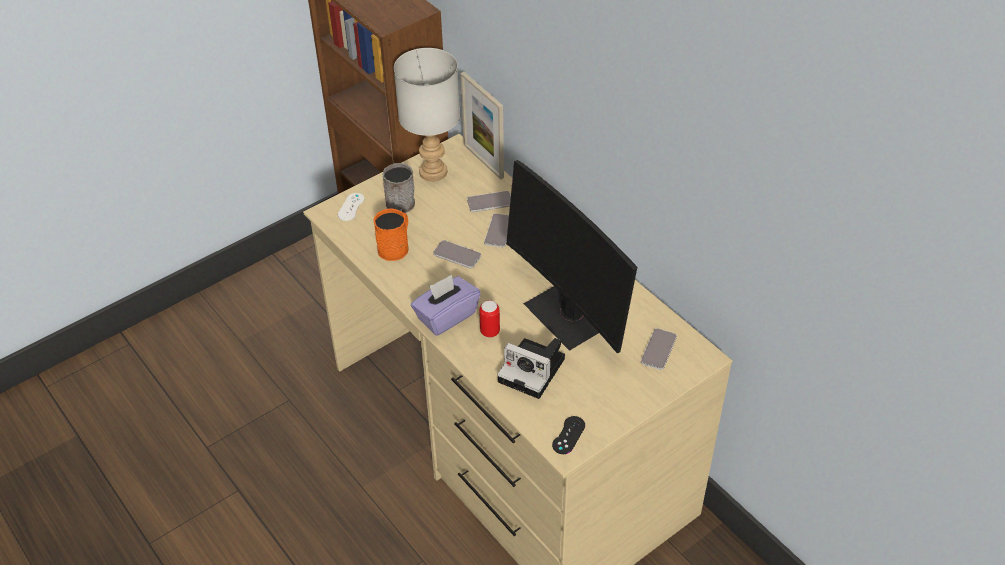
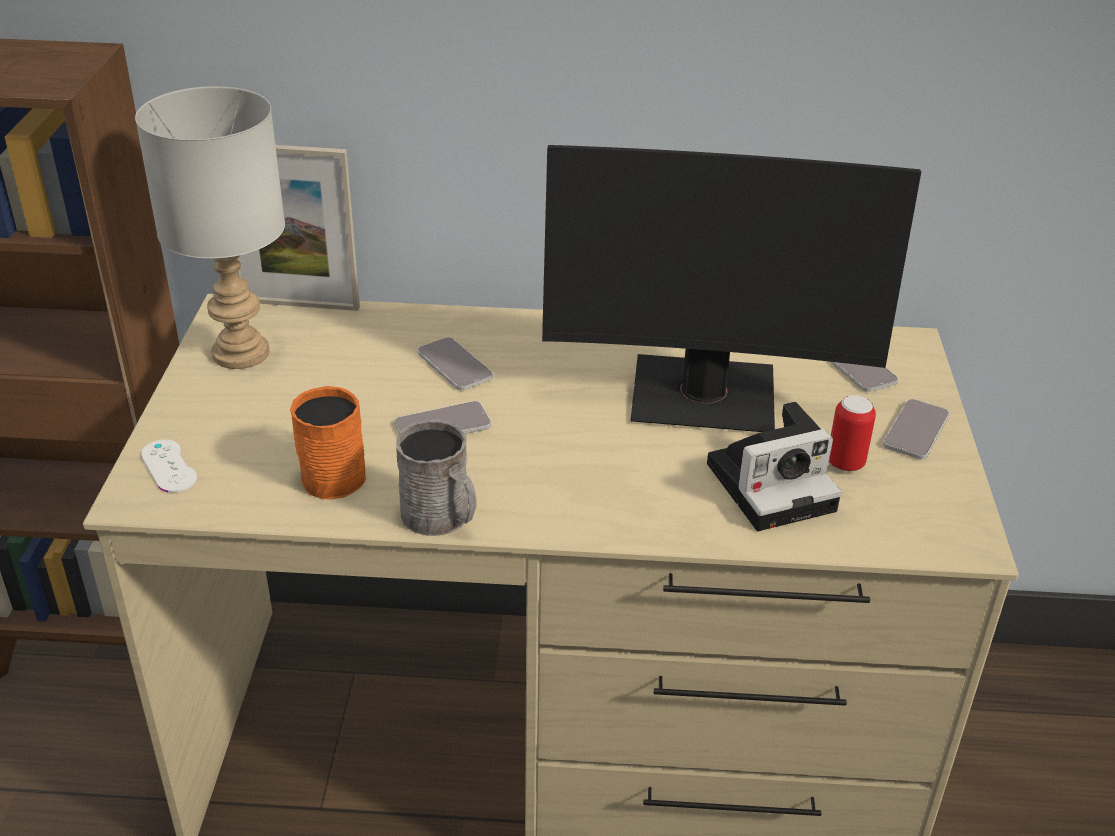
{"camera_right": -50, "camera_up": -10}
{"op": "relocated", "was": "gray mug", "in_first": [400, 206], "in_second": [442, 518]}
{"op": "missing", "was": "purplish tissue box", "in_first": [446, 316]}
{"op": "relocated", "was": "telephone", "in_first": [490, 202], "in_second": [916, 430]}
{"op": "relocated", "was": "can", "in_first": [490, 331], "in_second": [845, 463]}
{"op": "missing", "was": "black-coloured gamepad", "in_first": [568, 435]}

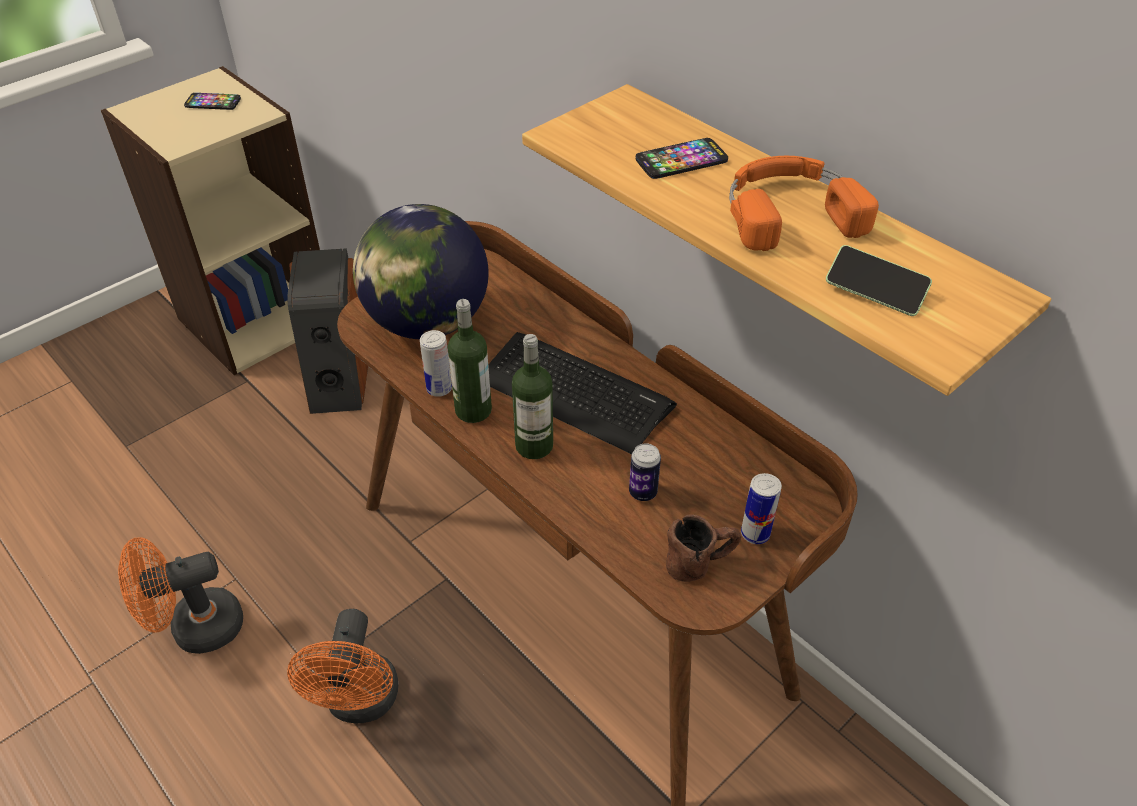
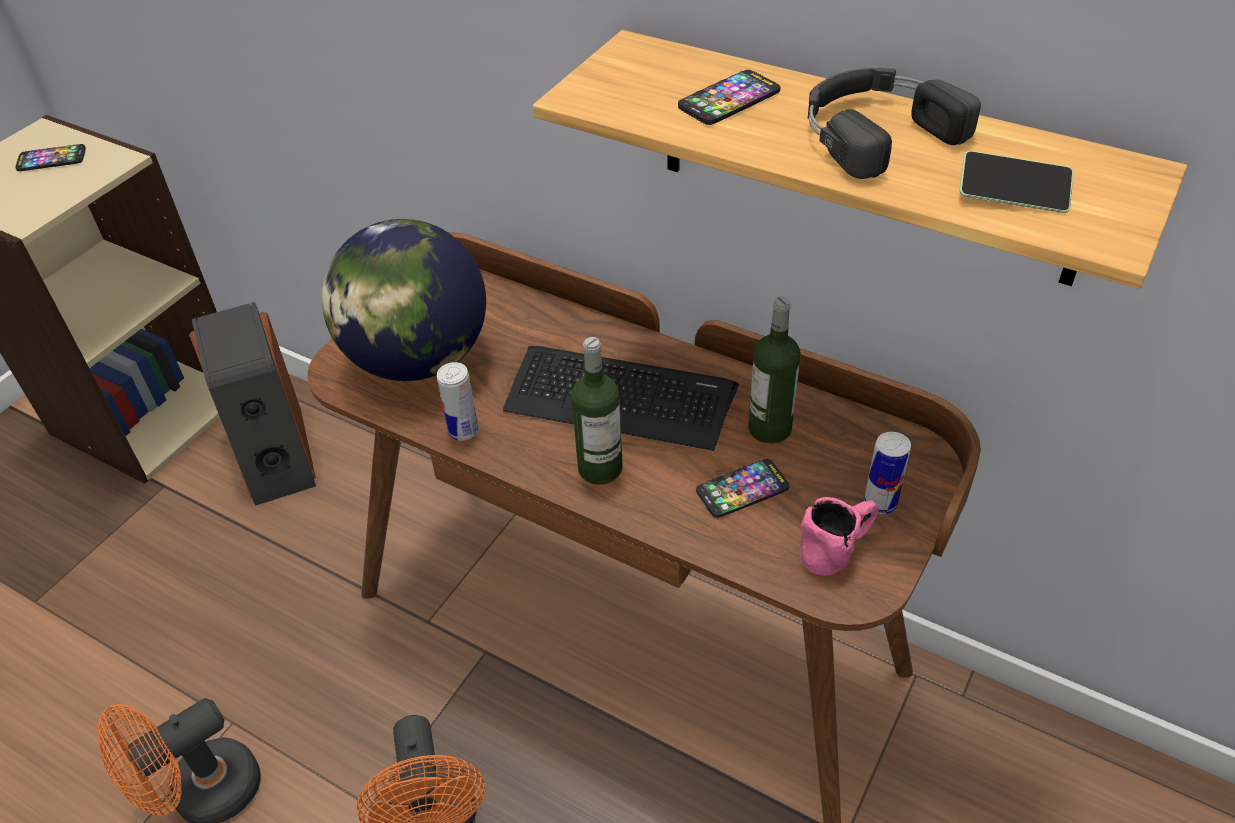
{"camera_right": -15, "camera_up": 0}
{"op": "relocated", "was": "drink bottle", "in_first": [473, 410], "in_second": [769, 428]}
{"op": "exchanged", "was": "can", "now": "telephone", "in_first": [643, 492], "in_second": [742, 489]}
{"op": "colour", "was": "brown-coloured mug", "now": "pinkish mug", "in_first": [701, 562], "in_second": [837, 549]}
{"op": "colour", "was": "orangey pair of headphones", "now": "black-coloured pair of headphones", "in_first": [788, 211], "in_second": [874, 130]}

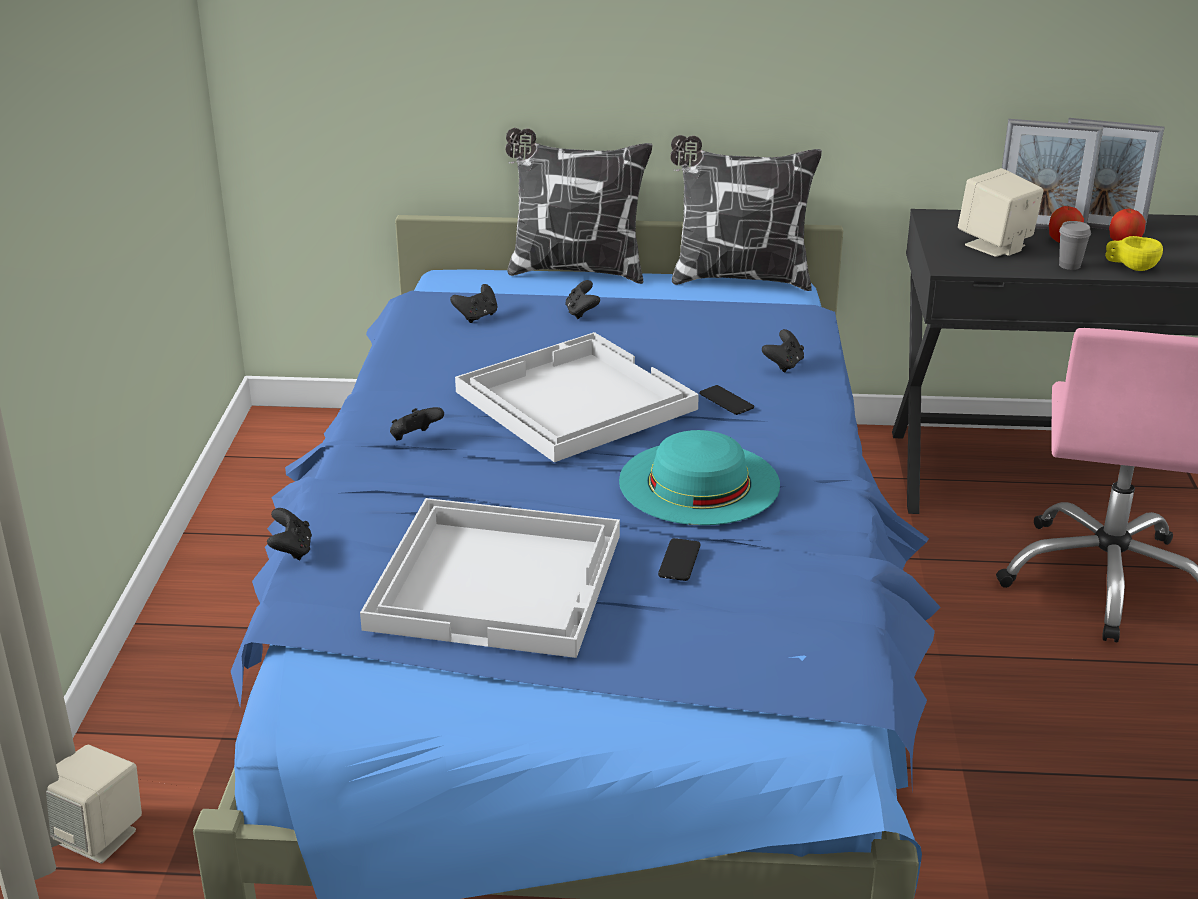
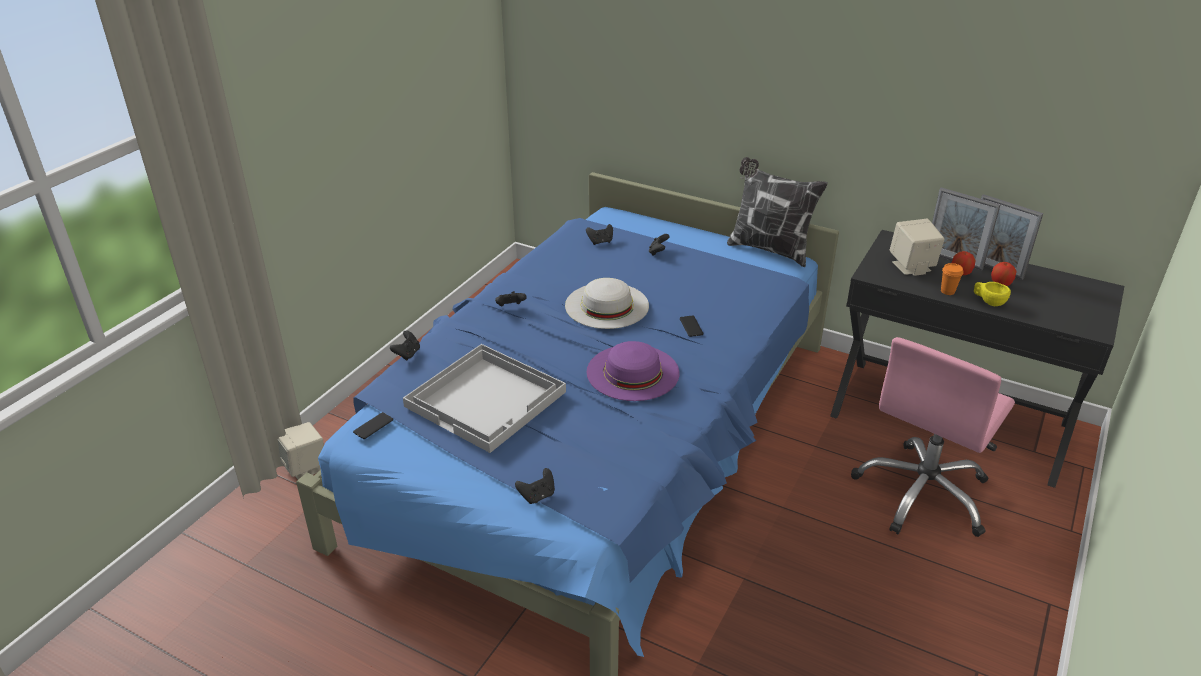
{"camera_right": 25, "camera_up": 5}
{"op": "exchanged", "was": "white-coloured tray", "now": "white-coloured wearable hat", "in_first": [573, 400], "in_second": [607, 305]}
{"op": "missing", "was": "pillow", "in_first": [575, 270]}
{"op": "colour", "was": "blue-green wearable hat", "now": "purplish wearable hat", "in_first": [699, 482], "in_second": [633, 372]}
{"op": "relocated", "was": "telephone", "in_first": [679, 560], "in_second": [373, 426]}
{"op": "relocated", "was": "black-coloured gamepad", "in_first": [784, 365], "in_second": [537, 496]}
{"op": "colour", "was": "gray drinking cup", "now": "orangey drinking cup", "in_first": [1069, 265], "in_second": [947, 291]}

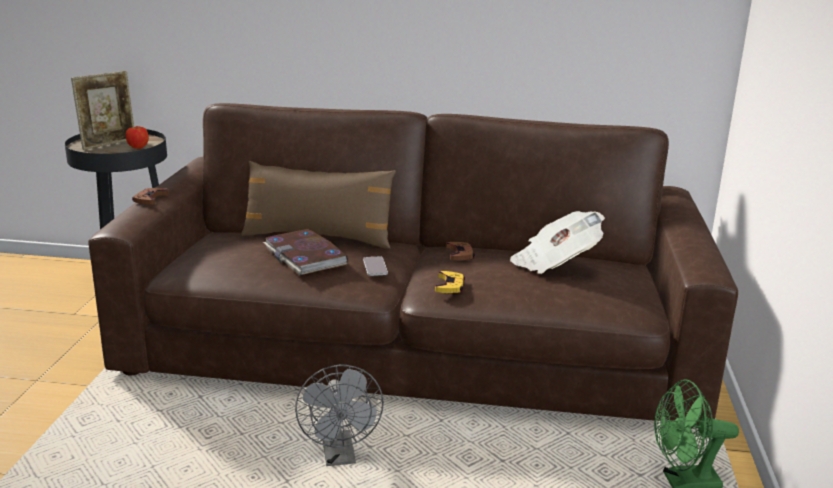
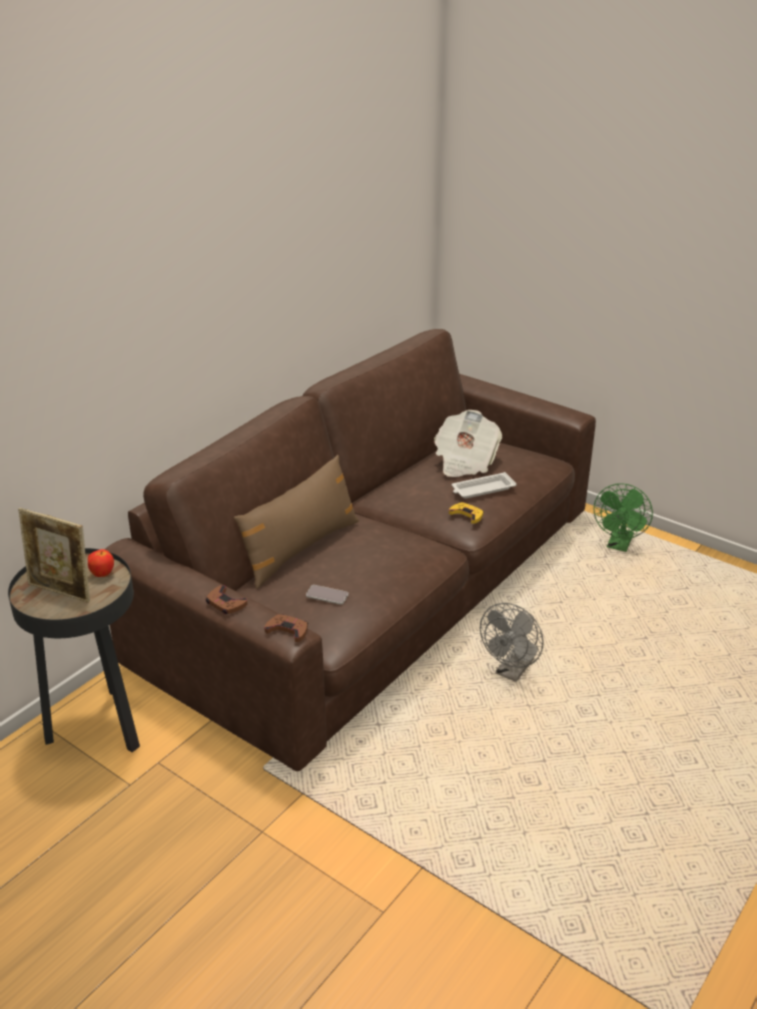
{"camera_right": -60, "camera_up": 10}
{"op": "spun", "was": "photo frame", "in_first": [109, 144], "in_second": [61, 591], "clockwise": 135}
{"op": "missing", "was": "bound book", "in_first": [306, 256]}
{"op": "spun", "was": "gray fan", "in_first": [340, 457], "in_second": [511, 672], "clockwise": 105}
{"op": "relocated", "was": "telephone", "in_first": [375, 267], "in_second": [327, 595]}
{"op": "relocated", "was": "brown-coloured gamepad", "in_first": [460, 254], "in_second": [288, 630]}
{"op": "appeared", "now": "white-coloured tray", "in_second": [482, 489]}

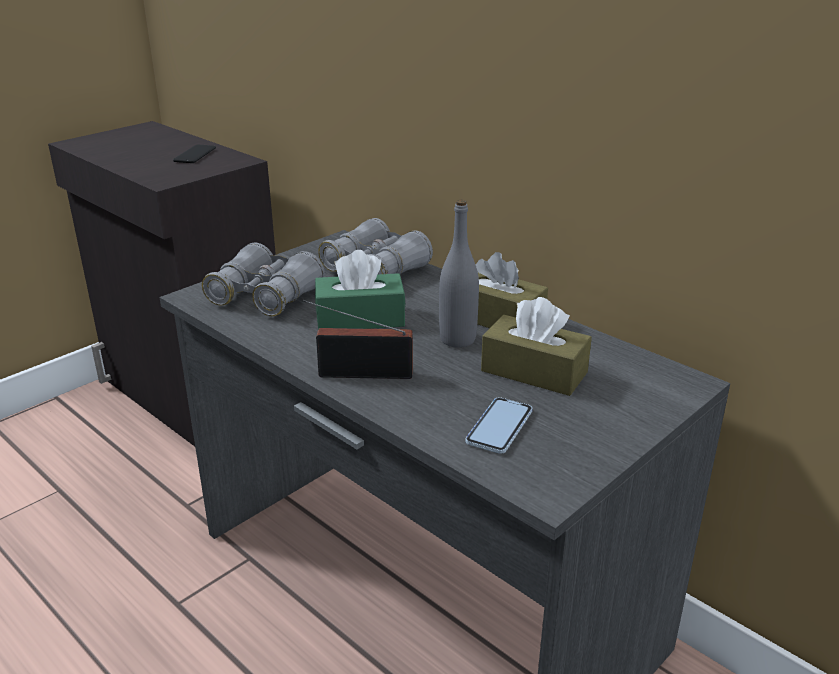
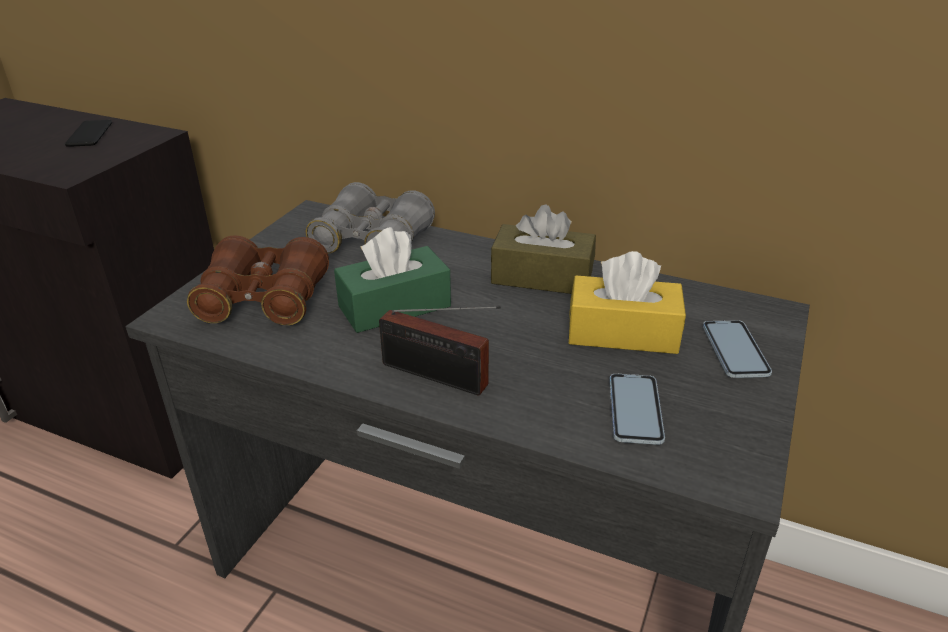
{"camera_right": -20, "camera_up": 5}
{"op": "colour", "was": "gray field glasses", "now": "brown-coloured field glasses", "in_first": [265, 296], "in_second": [264, 300]}
{"op": "spun", "was": "radio", "in_first": [360, 373], "in_second": [439, 377], "clockwise": -135}
{"op": "missing", "was": "gray drink bottle", "in_first": [457, 339]}
{"op": "colour", "was": "brown-coloured tissue box", "now": "yellowish tissue box", "in_first": [534, 371], "in_second": [622, 333]}
{"op": "appeared", "now": "telephone", "in_second": [735, 350]}

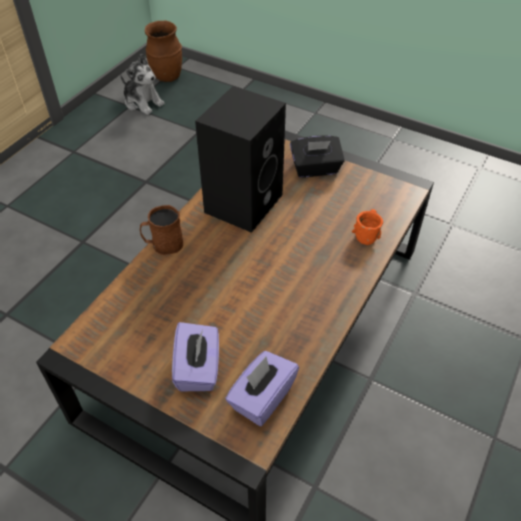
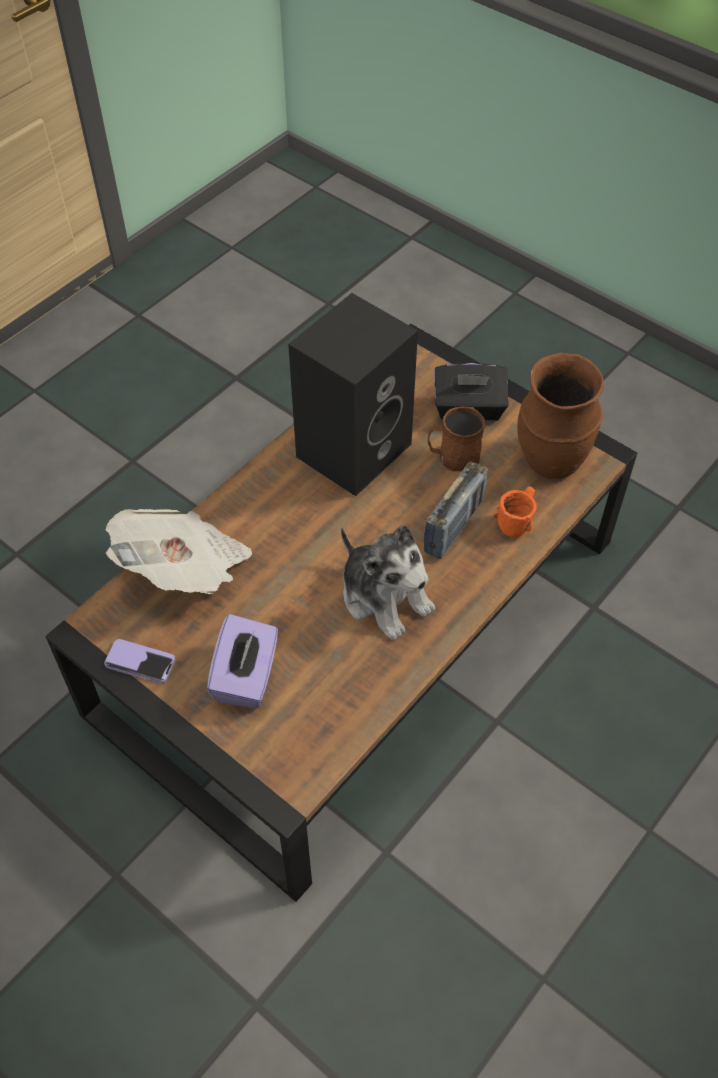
{"camera_right": 10, "camera_up": 5}
{"op": "relocated", "was": "plush toy", "in_first": [143, 102], "in_second": [385, 597]}
{"op": "relocated", "was": "brown-coloured mug", "in_first": [163, 244], "in_second": [453, 457]}
{"op": "relocated", "was": "brown-coloured decorative vase", "in_first": [167, 77], "in_second": [551, 461]}
{"op": "missing", "was": "purplish tissue box", "in_first": [262, 397]}
{"op": "appeared", "now": "daily paper", "in_second": [185, 569]}
{"op": "appeared", "now": "telephone", "in_second": [140, 662]}
{"op": "appeared", "now": "radio", "in_second": [453, 526]}

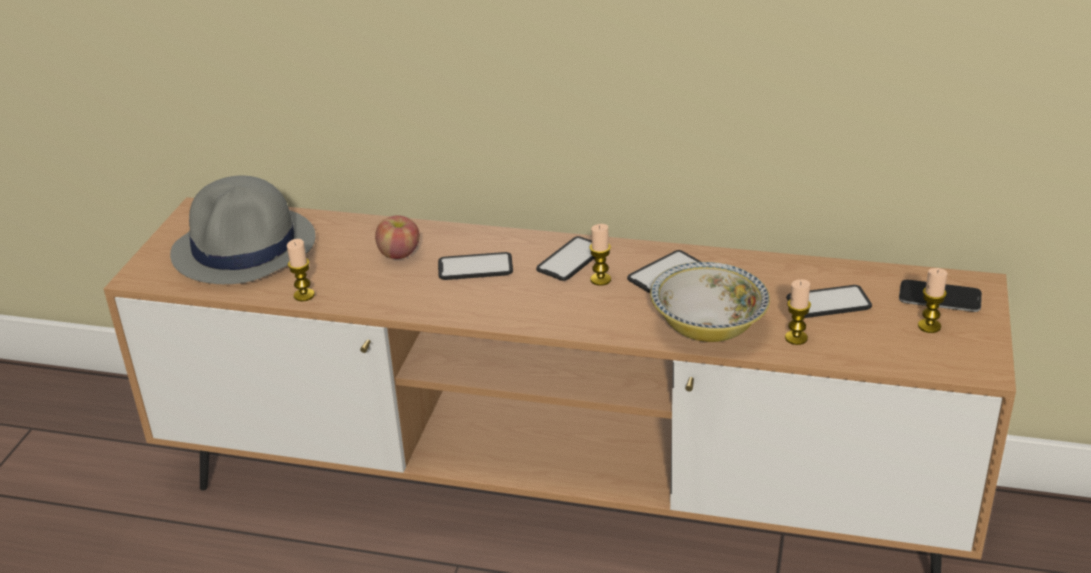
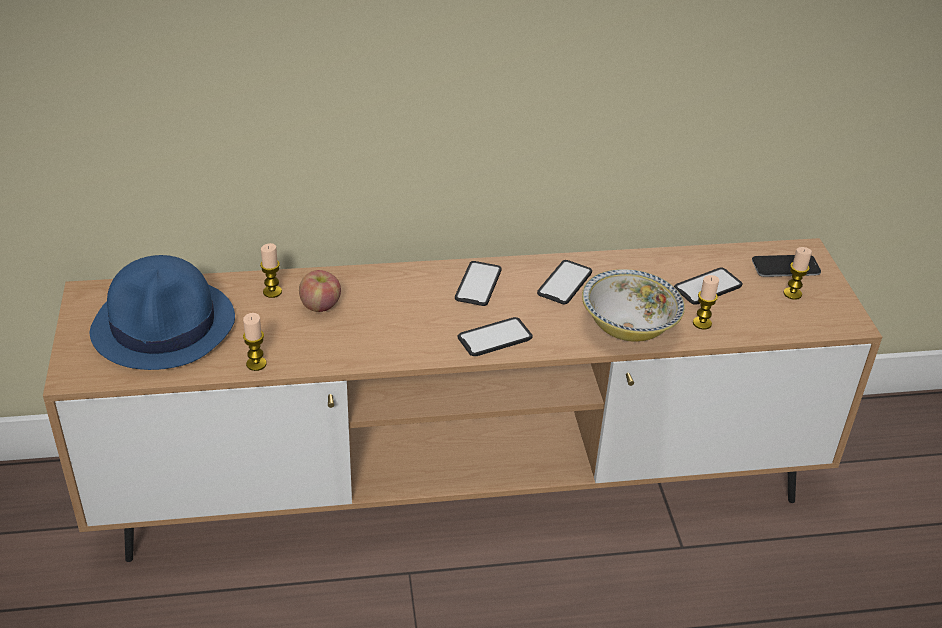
{"camera_right": -25, "camera_up": 5}
{"op": "colour", "was": "gray wearable hat", "now": "bluish wearable hat", "in_first": [245, 248], "in_second": [165, 325]}
{"op": "relocated", "was": "telephone", "in_first": [475, 267], "in_second": [495, 338]}
{"op": "relocated", "was": "candle", "in_first": [600, 279], "in_second": [272, 292]}

